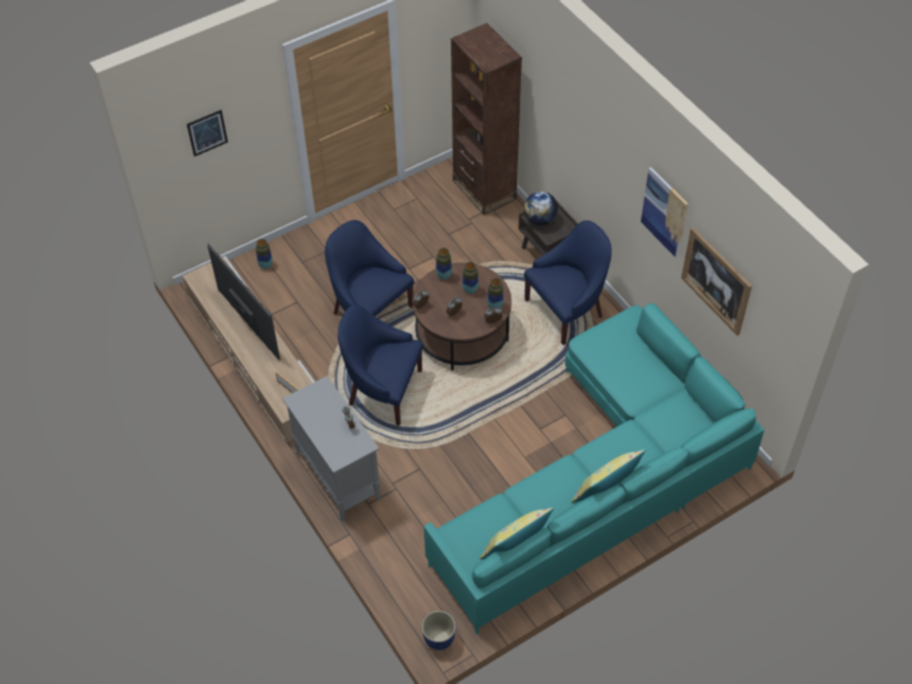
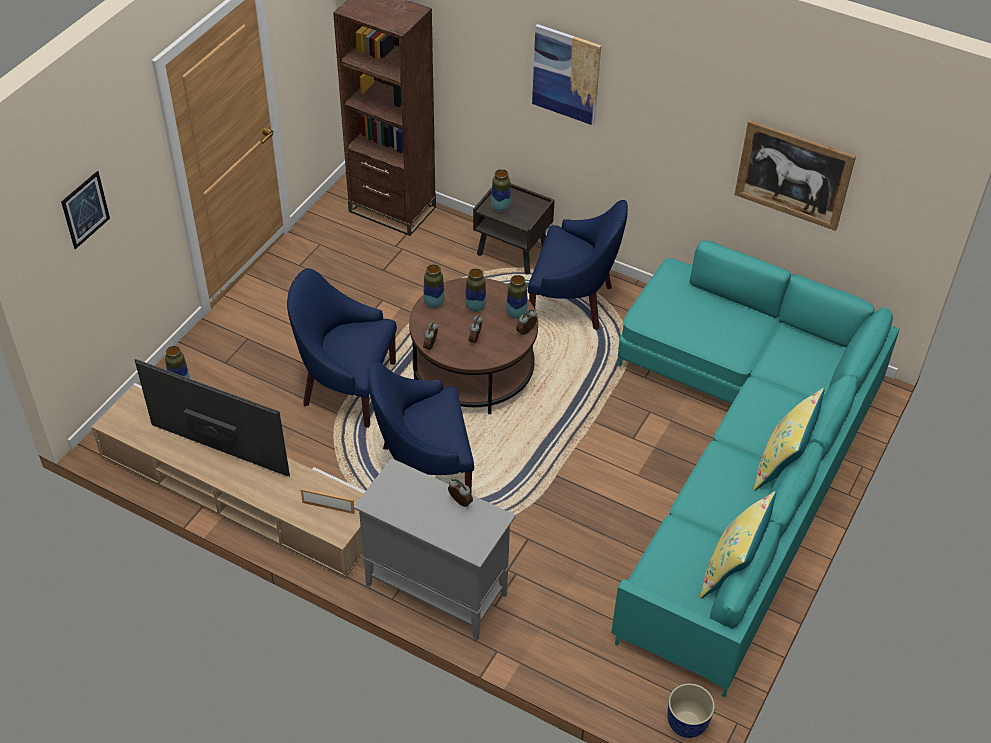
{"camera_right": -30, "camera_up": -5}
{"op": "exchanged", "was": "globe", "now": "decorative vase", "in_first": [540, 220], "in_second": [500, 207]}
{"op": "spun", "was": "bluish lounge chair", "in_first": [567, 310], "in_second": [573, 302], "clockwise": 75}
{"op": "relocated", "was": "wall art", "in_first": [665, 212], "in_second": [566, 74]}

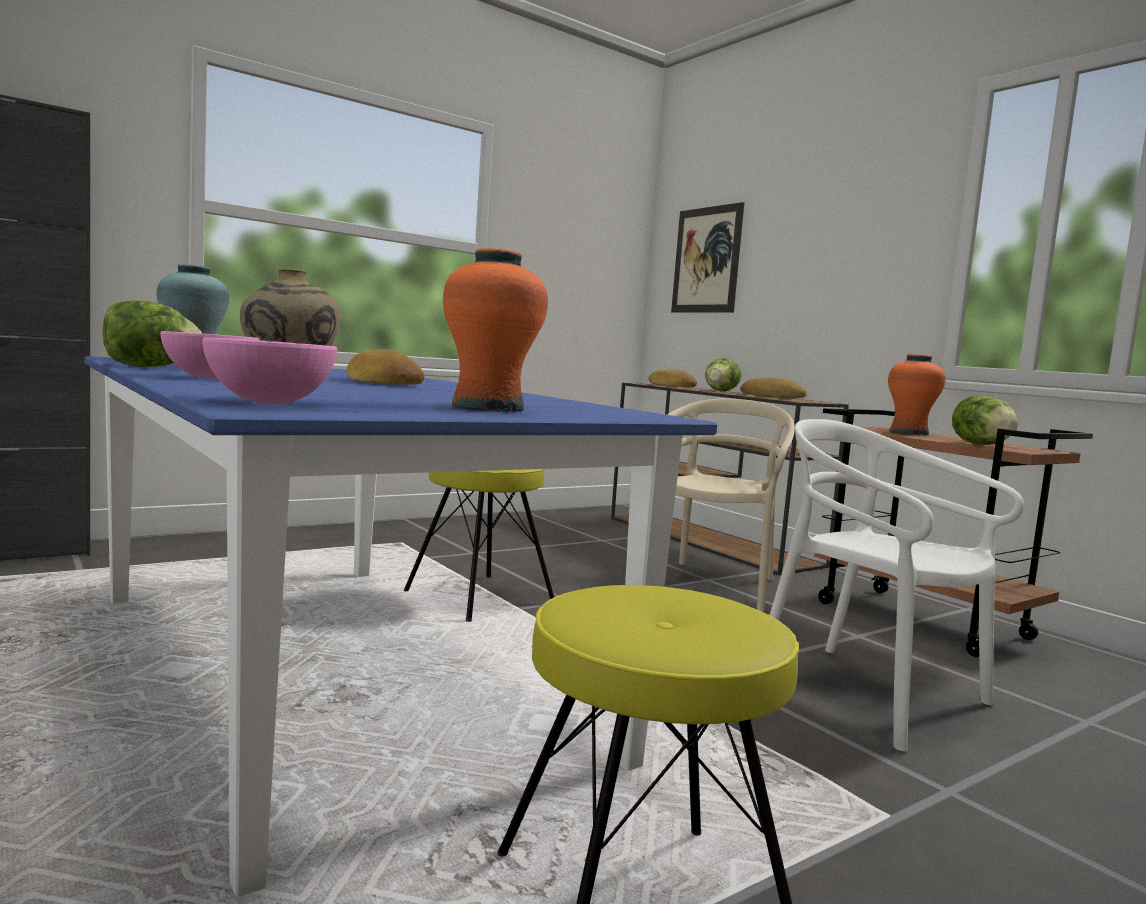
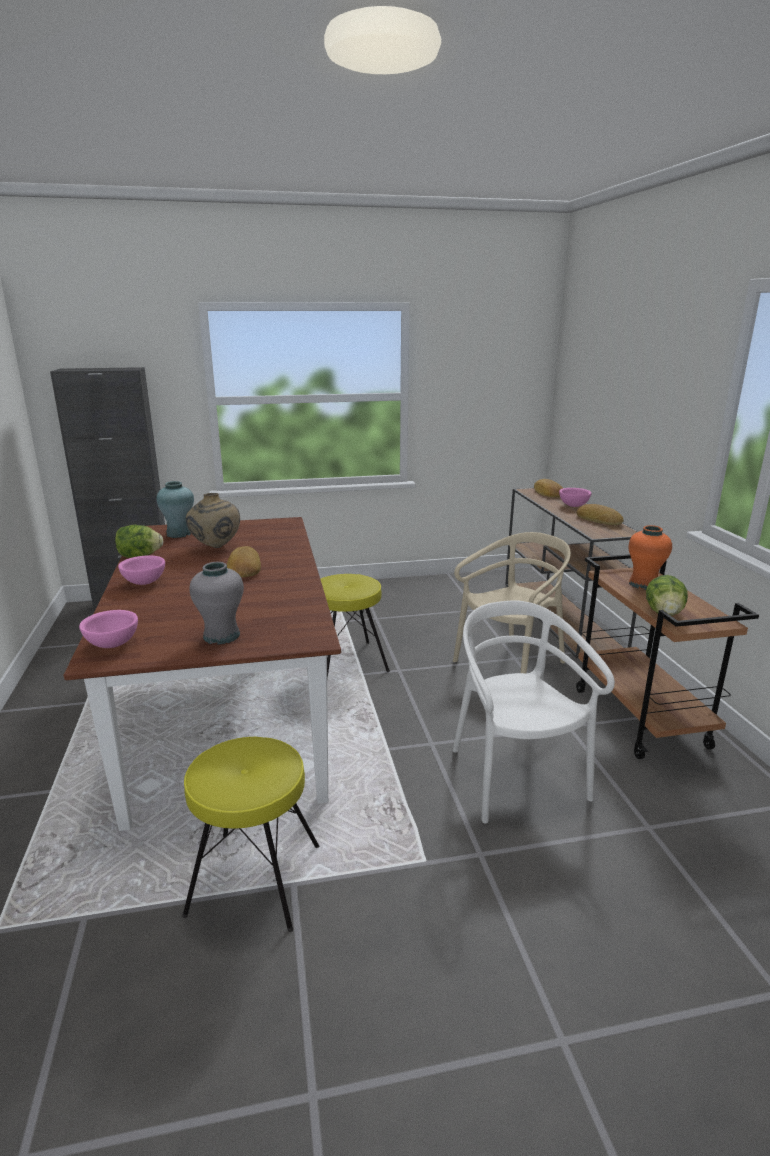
{"camera_right": 25, "camera_up": 15}
{"op": "colour", "was": "bluish dining table", "now": "brown-coloured dining table", "in_first": [324, 669], "in_second": [228, 709]}
{"op": "colour", "was": "orangey decorative vase", "now": "gray decorative vase", "in_first": [488, 408], "in_second": [222, 636]}
{"op": "missing", "was": "wall art", "in_first": [706, 260]}
{"op": "exchanged", "was": "lettuce head", "now": "pinkish serving bowl", "in_first": [721, 391], "in_second": [574, 506]}

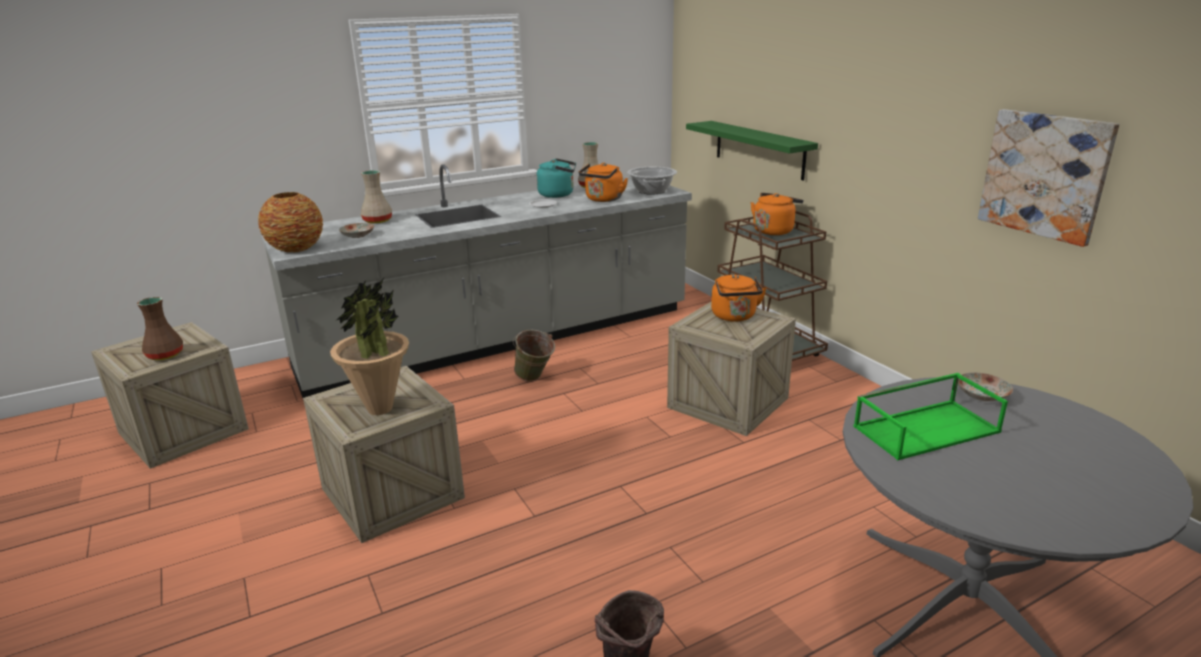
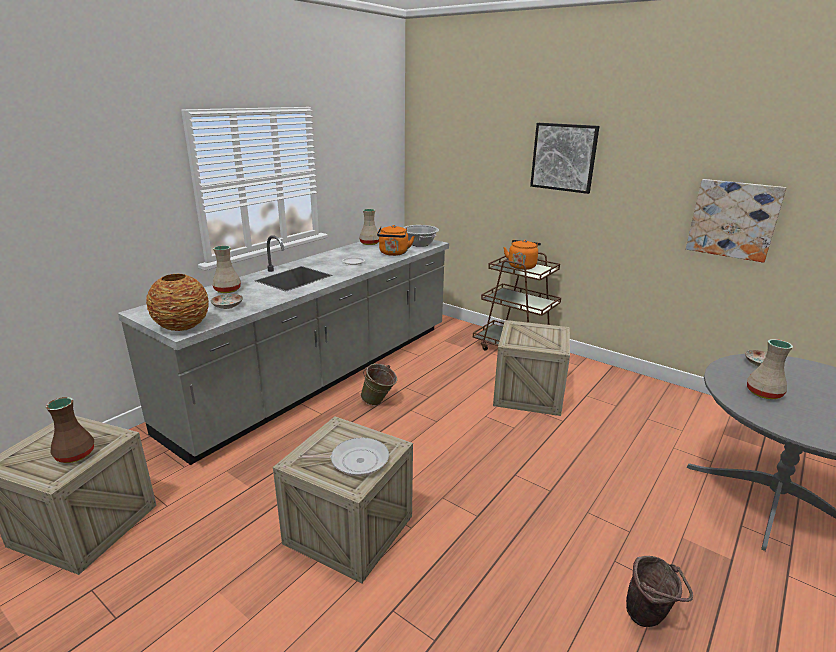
{"camera_right": -25, "camera_up": 0}
{"op": "exchanged", "was": "houseplant", "now": "frying pan", "in_first": [380, 409], "in_second": [356, 461]}
{"op": "missing", "was": "blue-green kettle", "in_first": [558, 194]}
{"op": "missing", "was": "green-coloured bracket shelf", "in_first": [759, 149]}
{"op": "missing", "was": "orangey kettle", "in_first": [735, 317]}
{"op": "exchanged", "was": "green-coloured tray", "now": "beige-coloured decorative vase", "in_first": [926, 428], "in_second": [763, 393]}
{"op": "appeared", "now": "wall art", "in_second": [564, 157]}

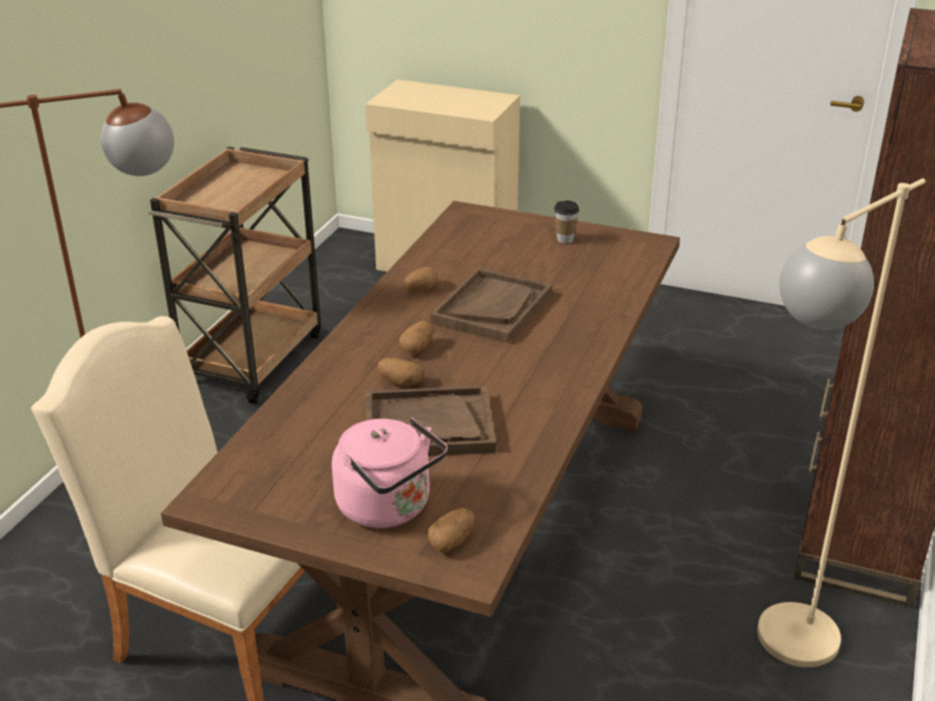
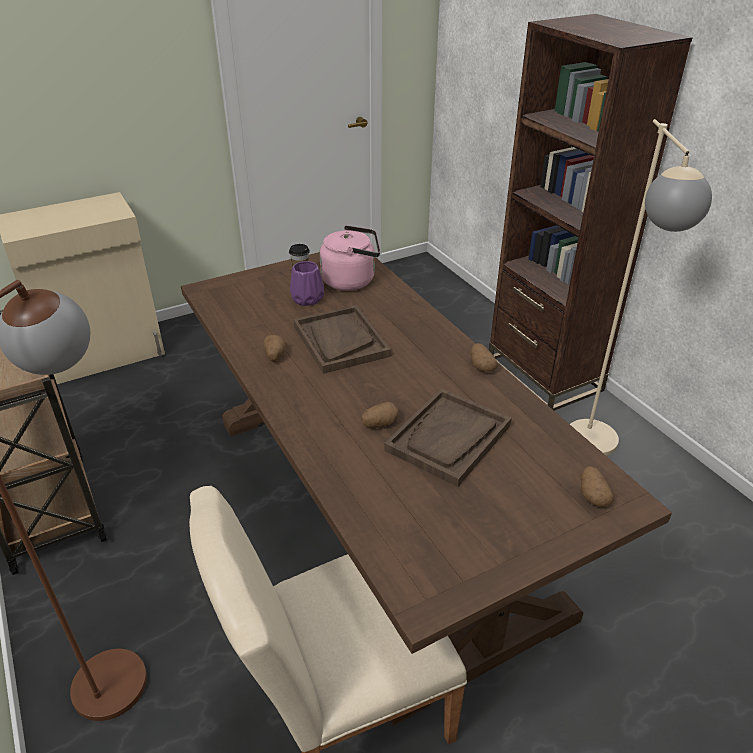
{"camera_right": -50, "camera_up": 5}
{"op": "relocated", "was": "pinkish kettle", "in_first": [389, 508], "in_second": [352, 280]}
{"op": "relocated", "was": "whole potato", "in_first": [417, 348], "in_second": [481, 366]}
{"op": "appeared", "now": "purplish decorative vase", "in_second": [307, 299]}

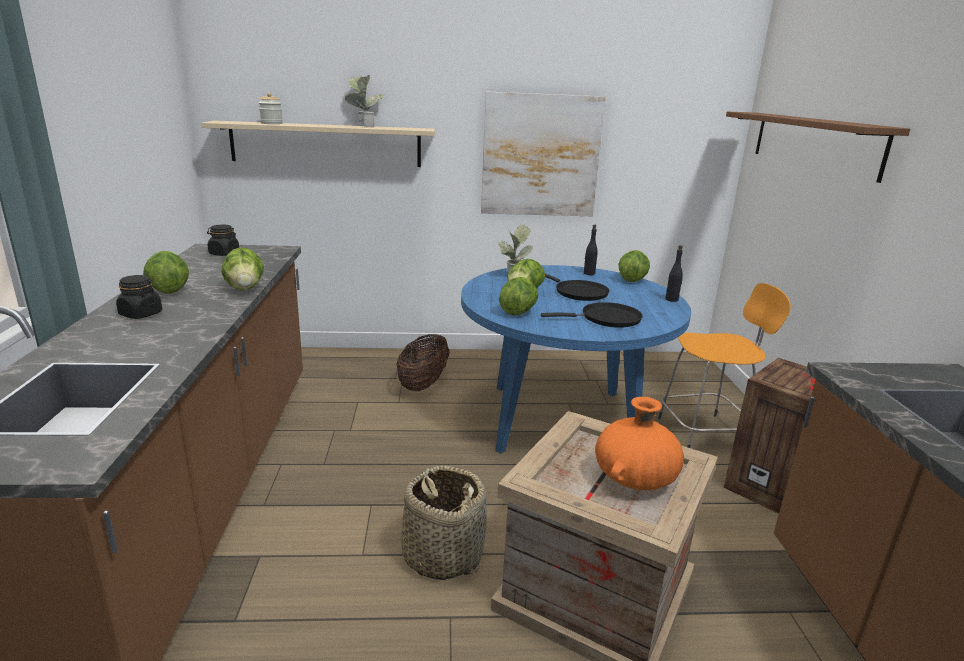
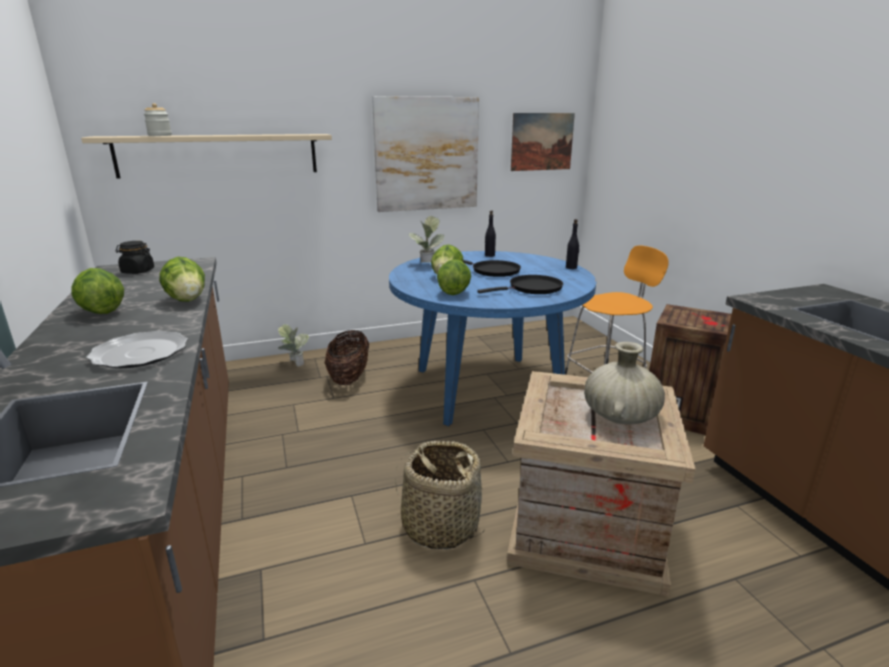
{"camera_right": -15, "camera_up": 0}
{"op": "missing", "was": "black-coloured preserve jar", "in_first": [140, 314]}
{"op": "relocated", "was": "houseplant", "in_first": [364, 126], "in_second": [294, 363]}
{"op": "colour", "was": "orangey decorative vase", "now": "beige-coloured decorative vase", "in_first": [634, 479], "in_second": [620, 417]}
{"op": "missing", "was": "lettuce head", "in_first": [632, 280]}
{"op": "missing", "was": "brown-coloured bracket shelf", "in_first": [813, 142]}
{"op": "appeared", "now": "dinner plate", "in_second": [140, 353]}
{"op": "appeared", "now": "wall art", "in_second": [542, 142]}

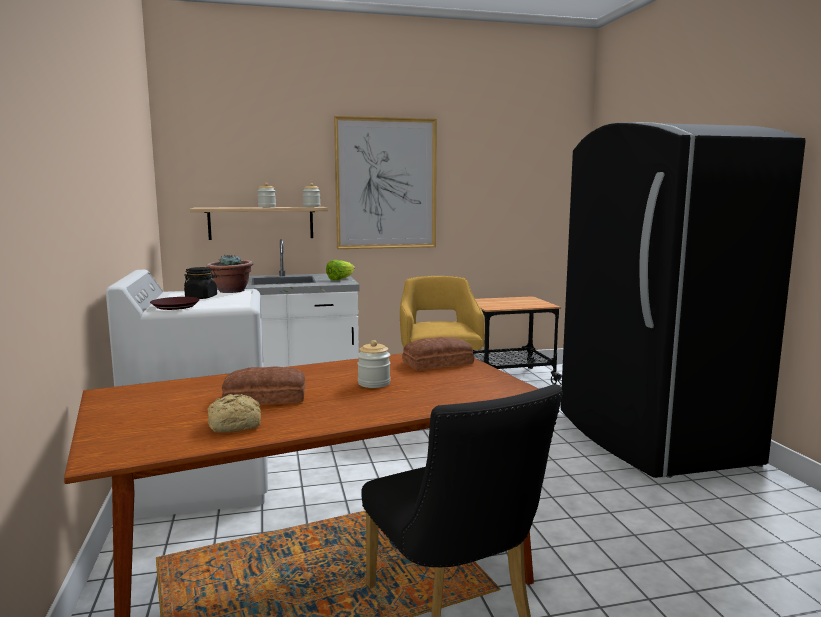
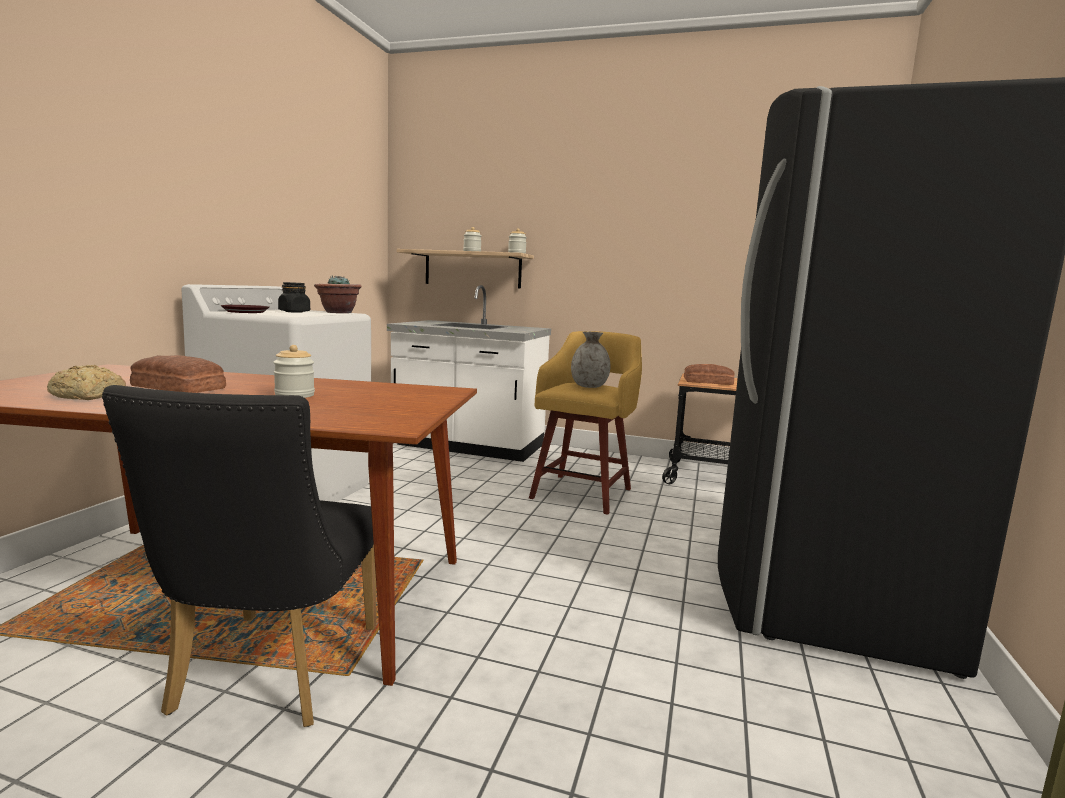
{"camera_right": 30, "camera_up": 0}
{"op": "missing", "was": "lettuce head", "in_first": [340, 279]}
{"op": "missing", "was": "wall art", "in_first": [386, 184]}
{"op": "relocated", "was": "bread", "in_first": [439, 363], "in_second": [708, 382]}
{"op": "appeared", "now": "gray decorative vase", "in_second": [589, 386]}

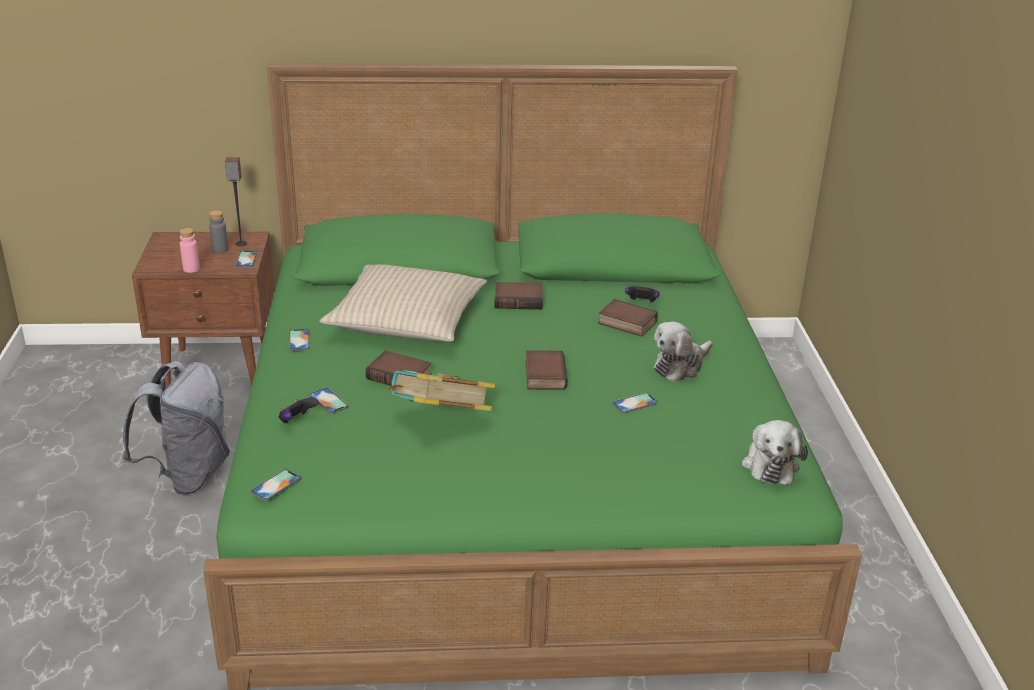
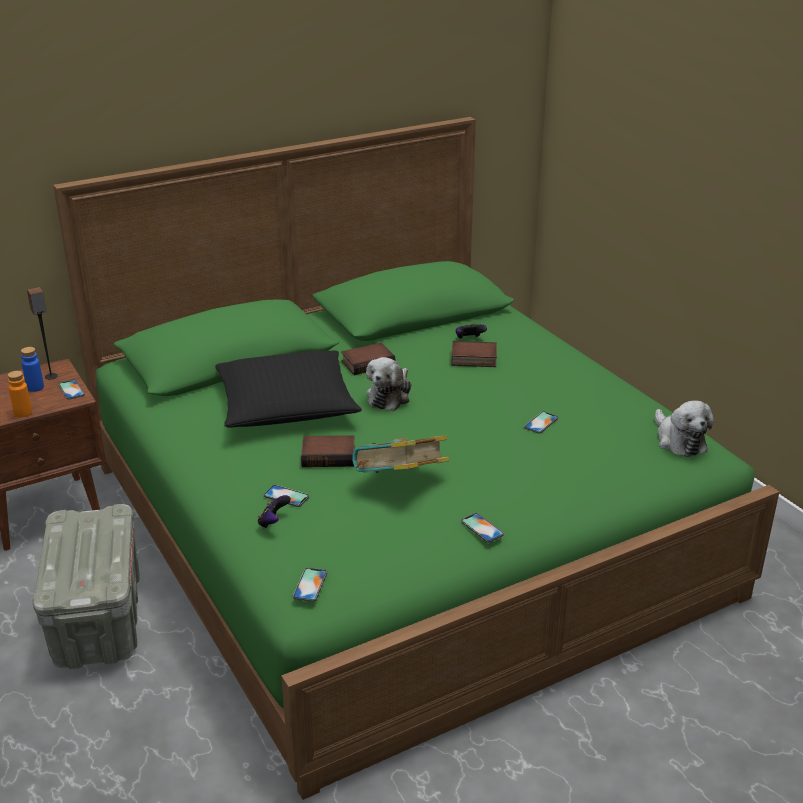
{"camera_right": -25, "camera_up": 0}
{"op": "exchanged", "was": "gray rucksack", "now": "gray storage box", "in_first": [188, 475], "in_second": [97, 620]}
{"op": "colour", "was": "pinkish drink bottle", "now": "orangey drink bottle", "in_first": [191, 269], "in_second": [23, 413]}
{"op": "colour", "was": "gray drink bottle", "now": "bluish drink bottle", "in_first": [220, 250], "in_second": [35, 387]}
{"op": "relocated", "was": "telephone", "in_first": [299, 340], "in_second": [482, 528]}
{"op": "colour", "was": "beige-coloured pillow", "now": "black-coloured pillow", "in_first": [406, 319], "in_second": [286, 405]}
{"op": "missing", "was": "bound book", "in_first": [543, 375]}
{"op": "relocated", "was": "plush toy", "in_first": [680, 366], "in_second": [390, 396]}

